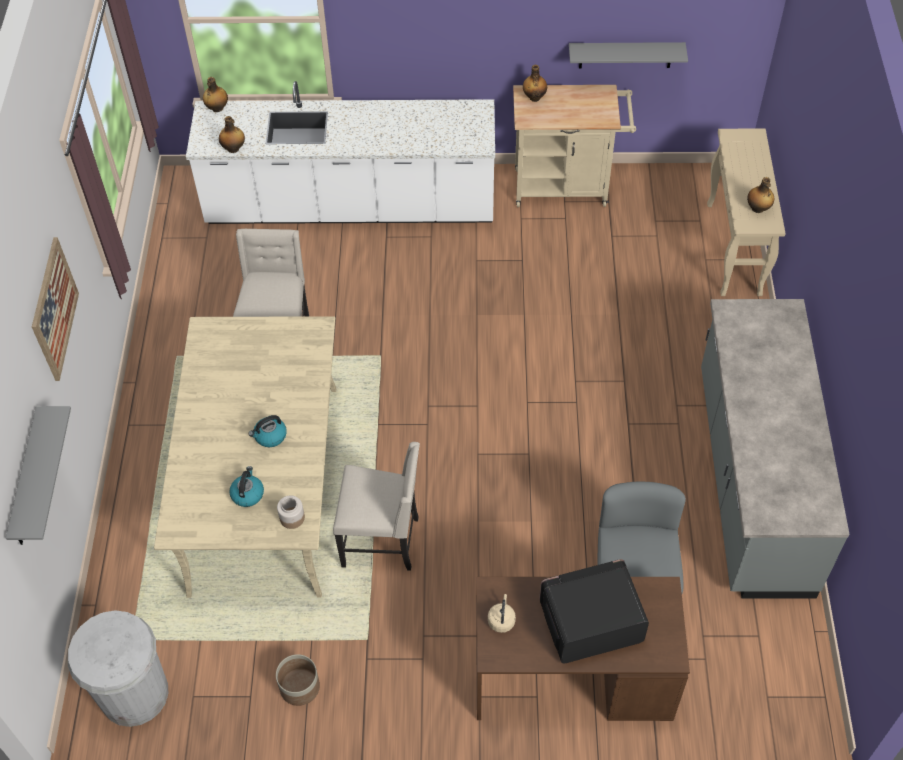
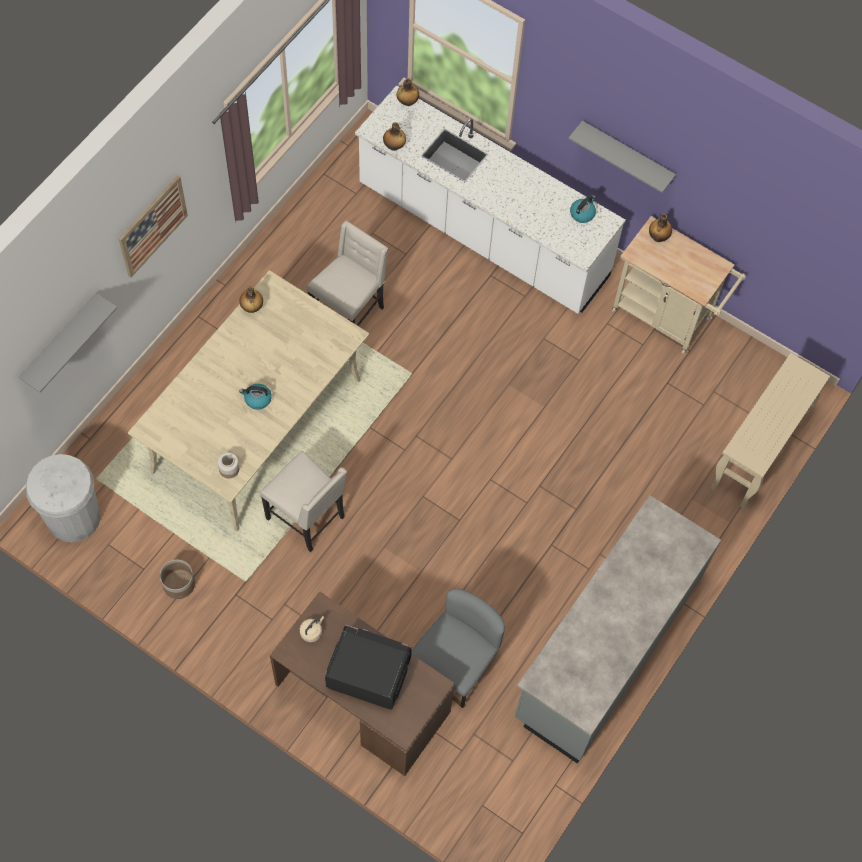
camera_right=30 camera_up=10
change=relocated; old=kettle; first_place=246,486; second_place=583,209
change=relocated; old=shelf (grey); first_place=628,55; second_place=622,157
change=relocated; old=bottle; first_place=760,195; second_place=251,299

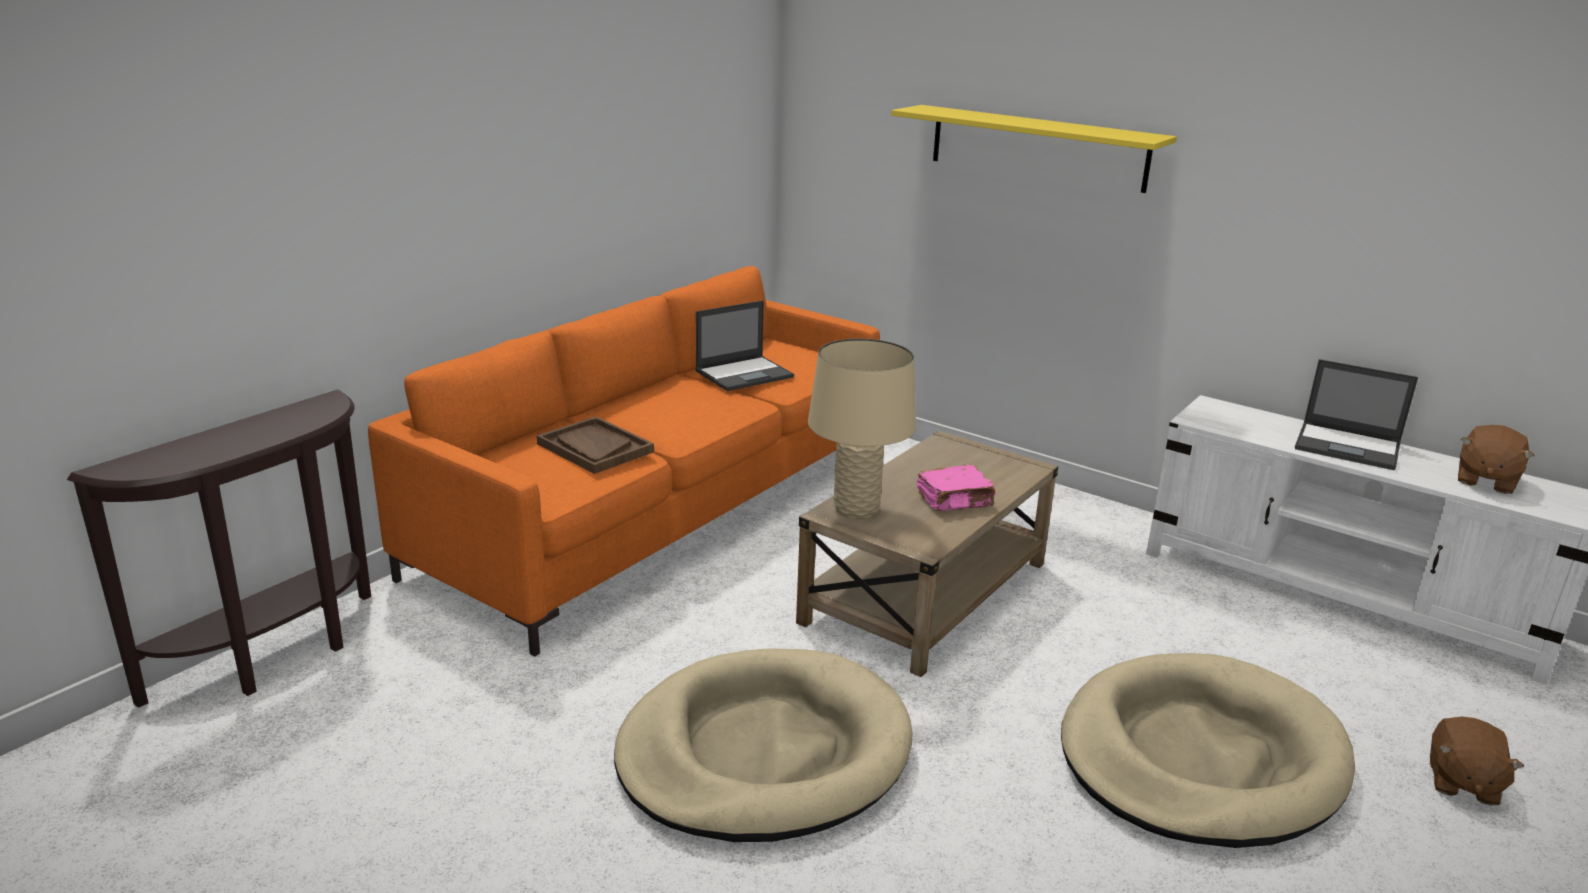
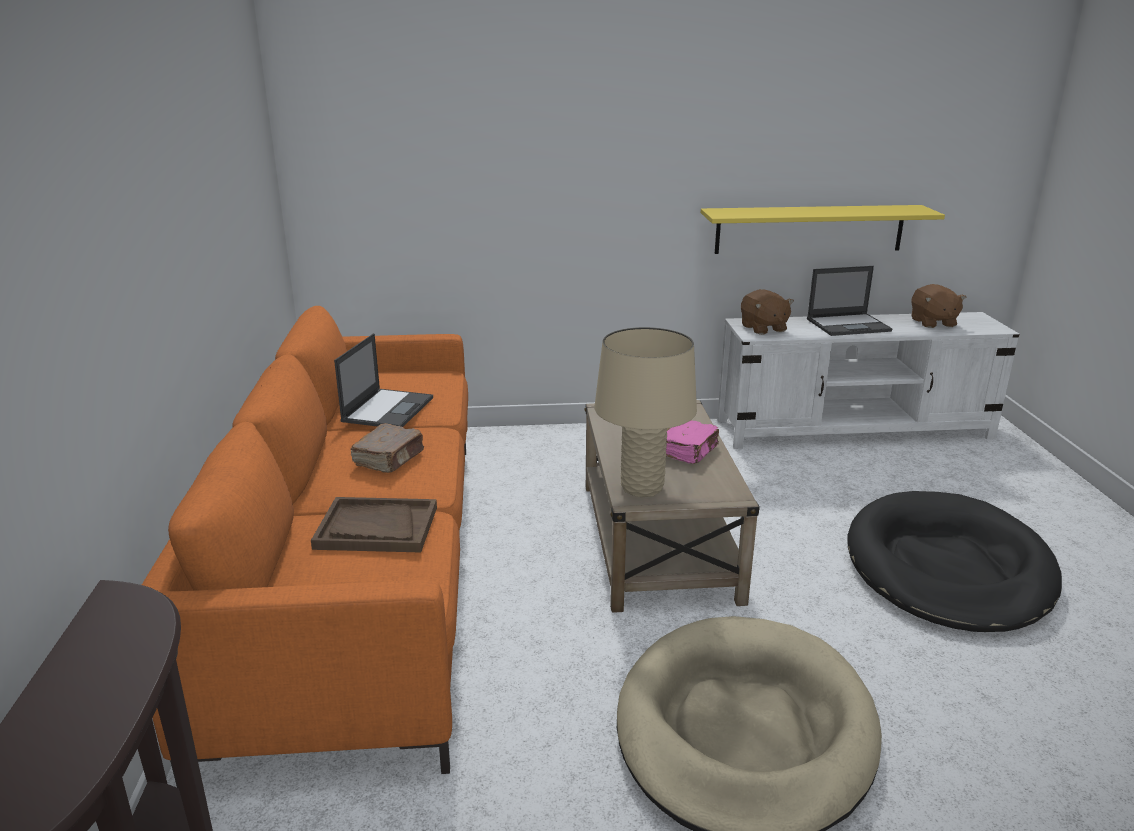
camera_right=-40 camera_up=0
change=appeared; new=book (brown); second_place=387,448
change=relocated; old=shelf (yellow); first_place=1034,149; second_place=823,229
change=relocated; old=plush toy (brown); first_place=1477,761; second_place=767,312
change=colour; old=dog bed (beige); new=dog bed (black); first_place=1208,750; second_place=954,561

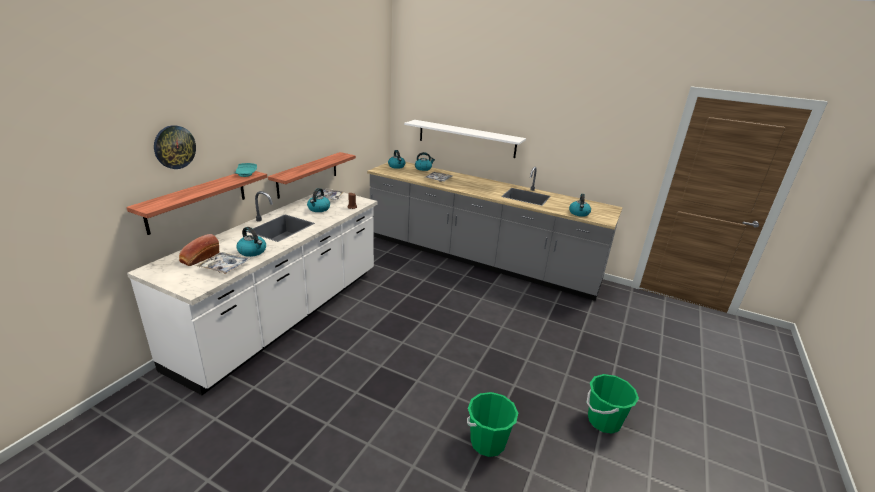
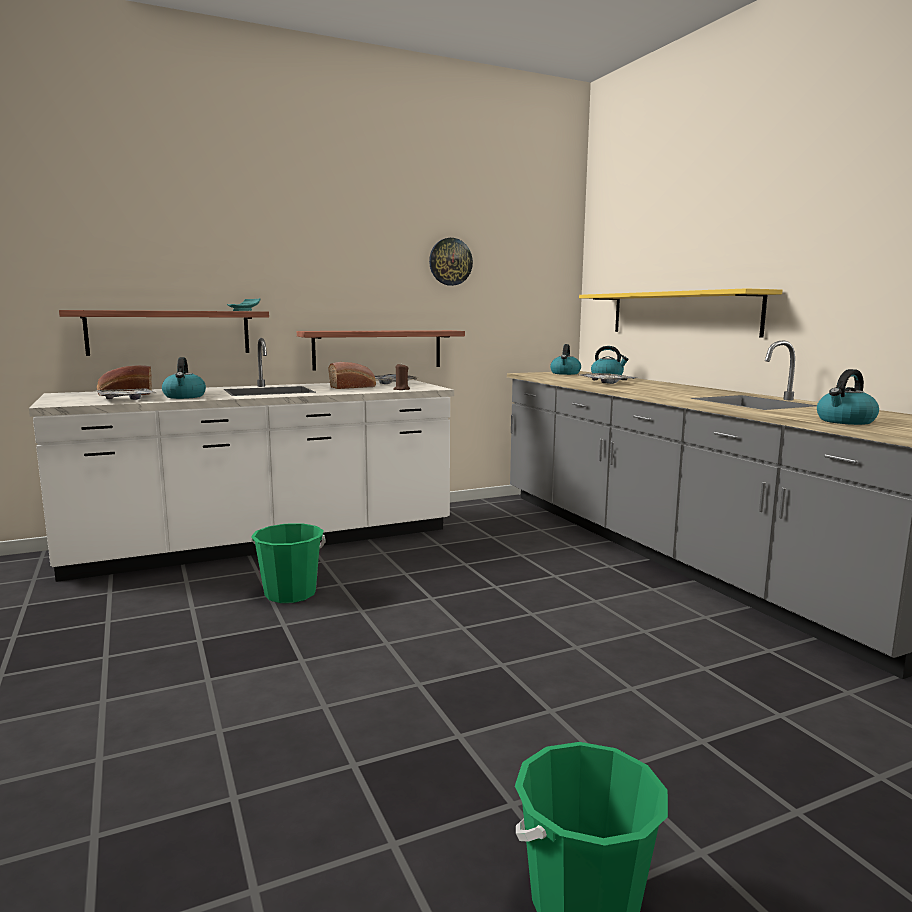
camera_right=40 camera_up=-15
change=relocated; old=wall clock; first_place=175,147; second_place=451,262
change=relocated; old=bucket (green); first_place=492,424; second_place=288,563
change=exchanged; old=kettle; new=bread; first_place=318,200; second_place=352,375
change=colour; old=shelf (white); new=shelf (yellow); first_place=465,139; second_place=681,313

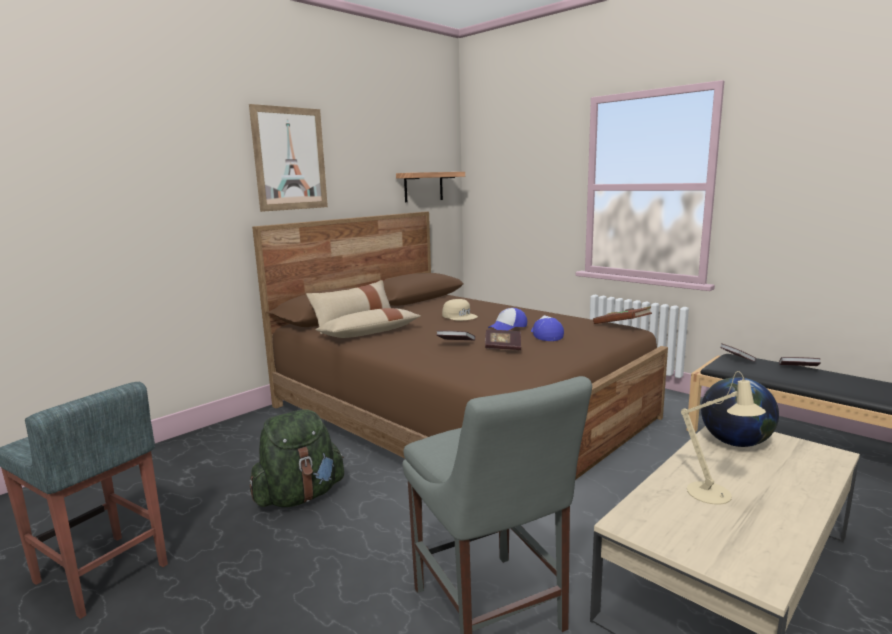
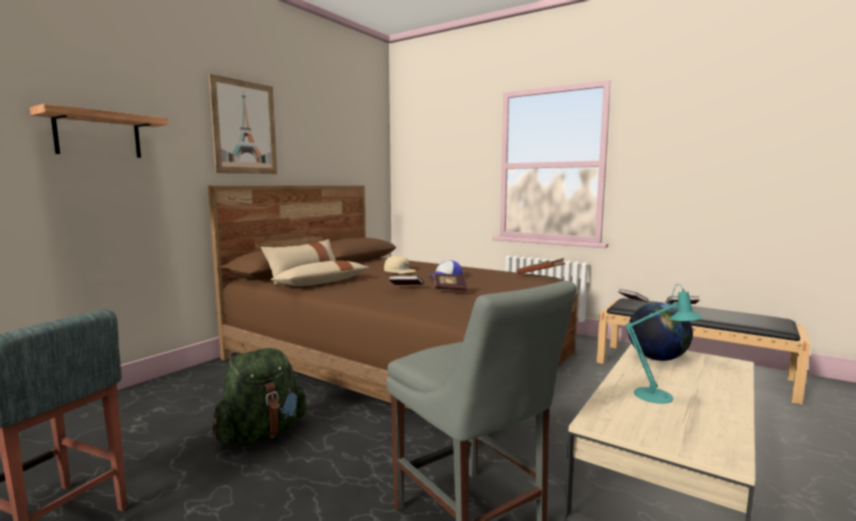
camera_right=-10 camera_up=-5
change=missing; old=cap; first_place=547,328
change=relocated; old=shelf; first_place=430,187; second_place=99,131
change=colour; old=table lamp (beige); new=table lamp (turquoise); first_place=723,438; second_place=664,344

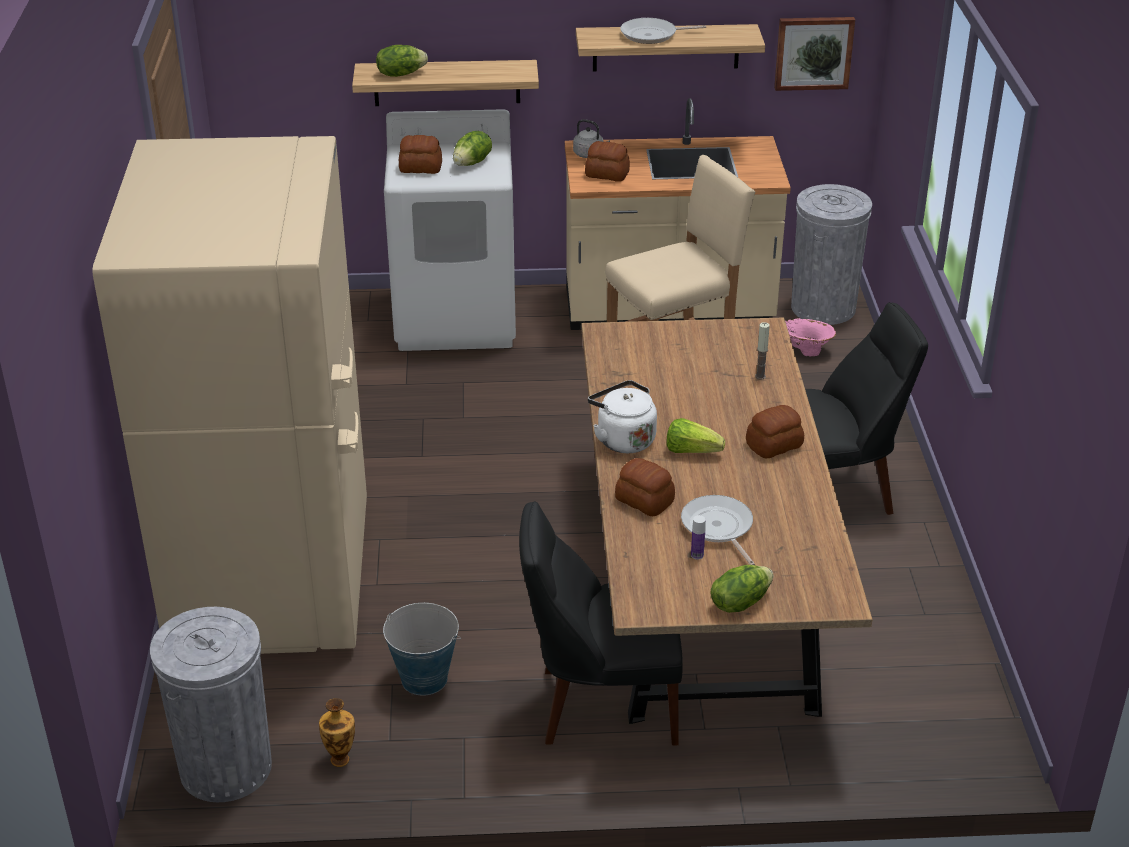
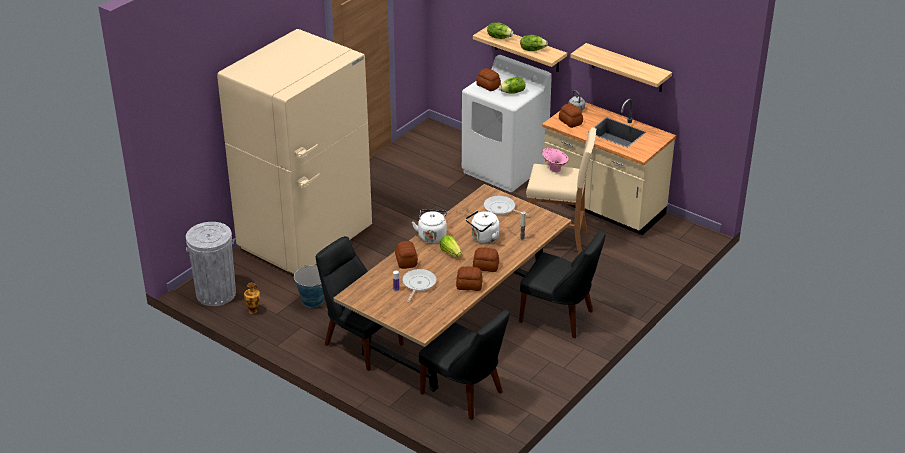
camera_right=40 camera_up=0
change=missing; old=picture; first_place=814,54
change=missing; old=trash can (grey); first_place=831,254
change=appeared; new=chair (black); second_place=464,364
change=appeared; new=bread; second_place=469,278
change=appeared; new=kettle (white); second_place=483,226
change=relocated; old=frying pan; first_place=663,31; second_place=507,206
change=relocated; old=lettuce; first_place=742,589; second_place=534,43
change=relocated; old=vase (pink); first_place=810,337; second_place=555,160

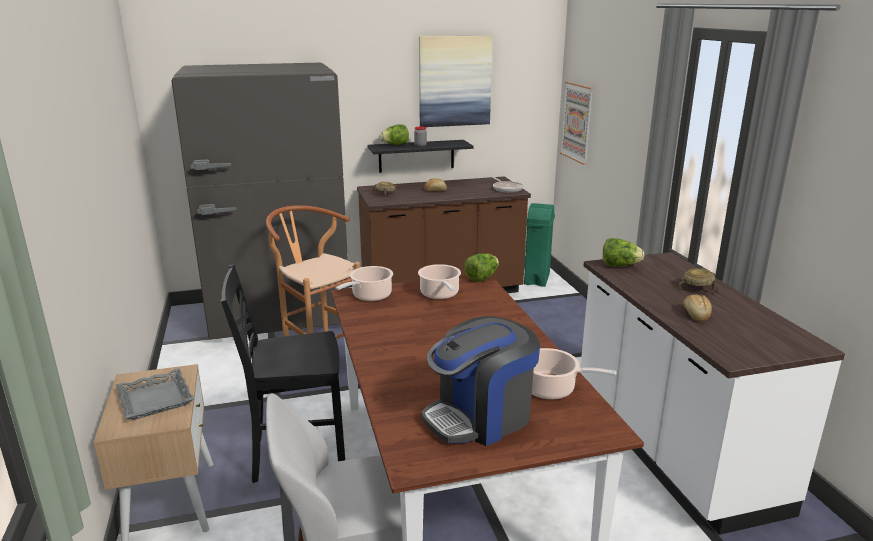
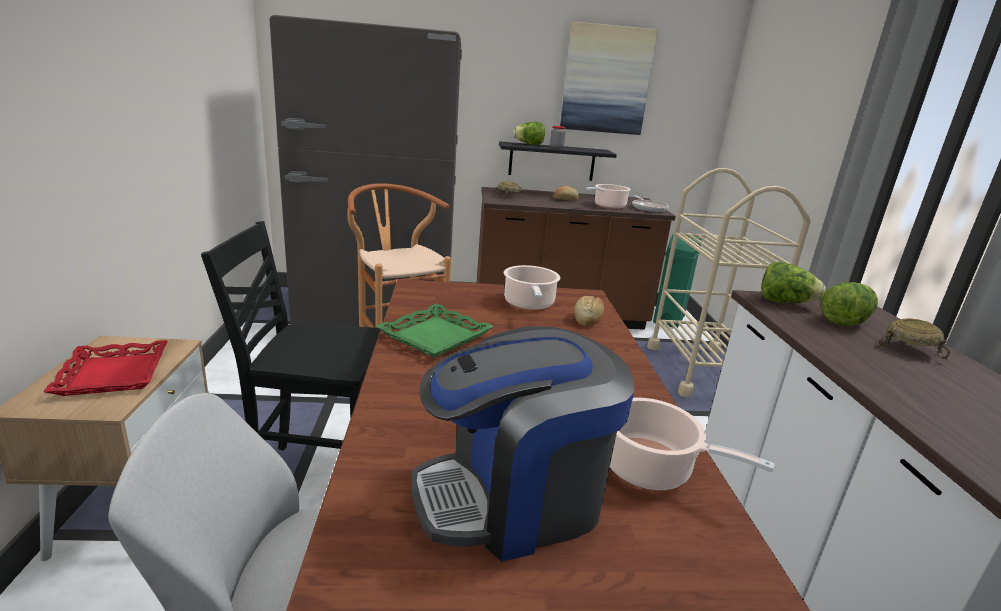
camera_right=10 camera_up=0
change=missing; old=picture; first_place=577,123
change=appeared; new=tray (green); second_place=435,331
change=appeared; new=cart (beige); second_place=729,282
change=relocated; old=cooking pot; first_place=364,283; second_place=608,196
change=relocated; old=lettuce; first_place=481,267; second_place=849,304
change=relocated; old=bread; first_place=697,308; second_place=589,311
change=colour; old=tray (grey); new=tray (red); first_place=155,394; second_place=105,368

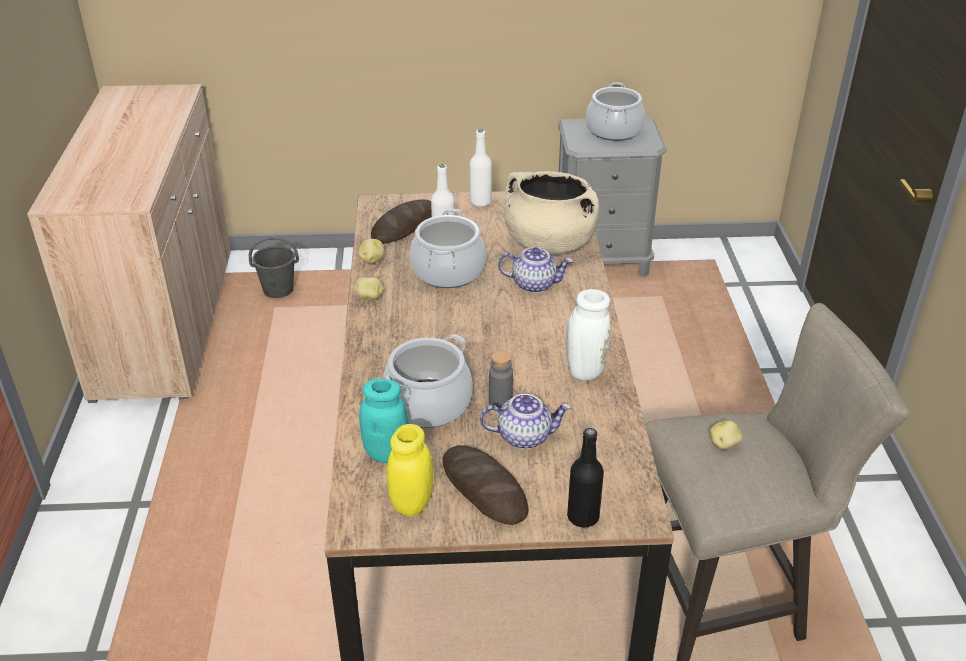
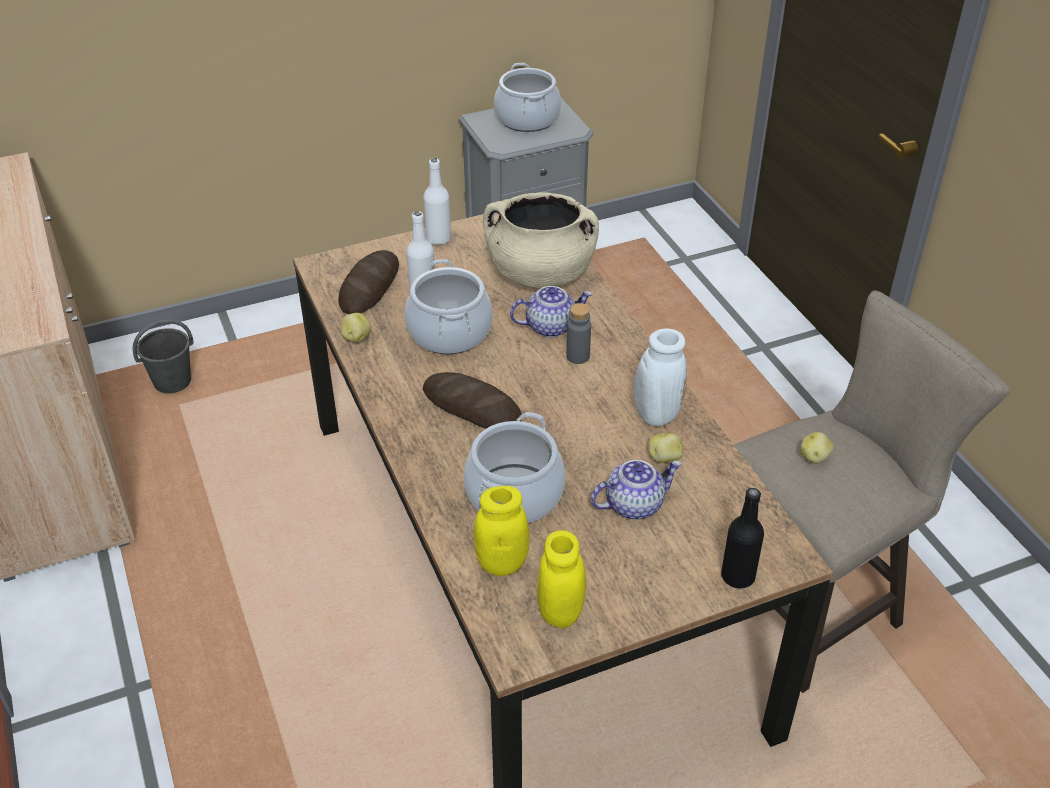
camera_right=-20 camera_up=5
change=relocated; old=potato; first_place=369,288; second_place=665,448
change=relocated; old=bread; first_place=485,485; second_place=473,400
change=relocated; old=bottle (grey); first_place=501,380; second_place=578,333
change=colour; old=jar (turquoise); new=jar (yellow); first_place=384,421; second_place=501,531

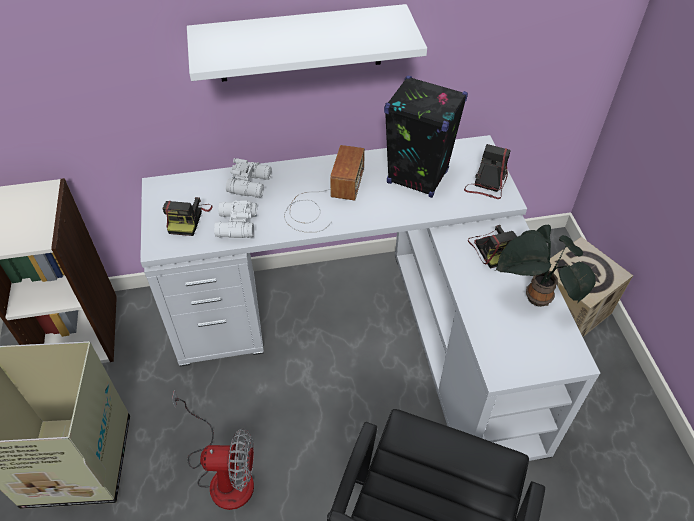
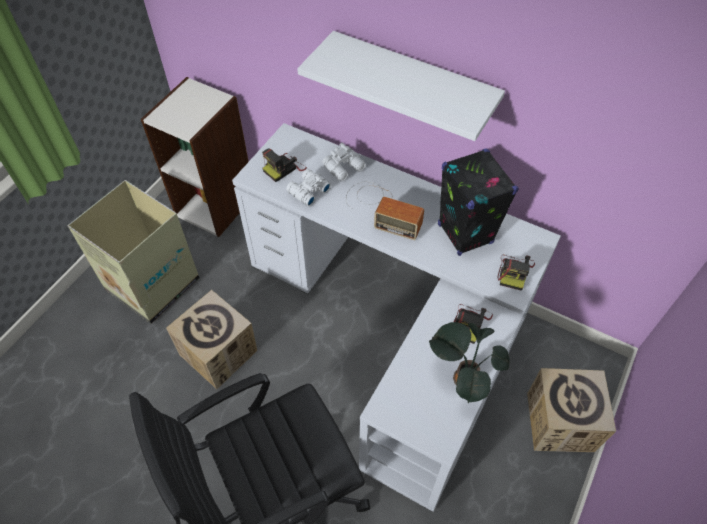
camera_right=40 camera_up=5
change=exchanged; old=fan; new=cardboard box; first_place=213,450; second_place=211,339
change=spun; old=radio; first_place=324,189; second_place=385,210; degrees=60
change=spun; old=photo camera; first_place=487,171; second_place=516,273; degrees=135

